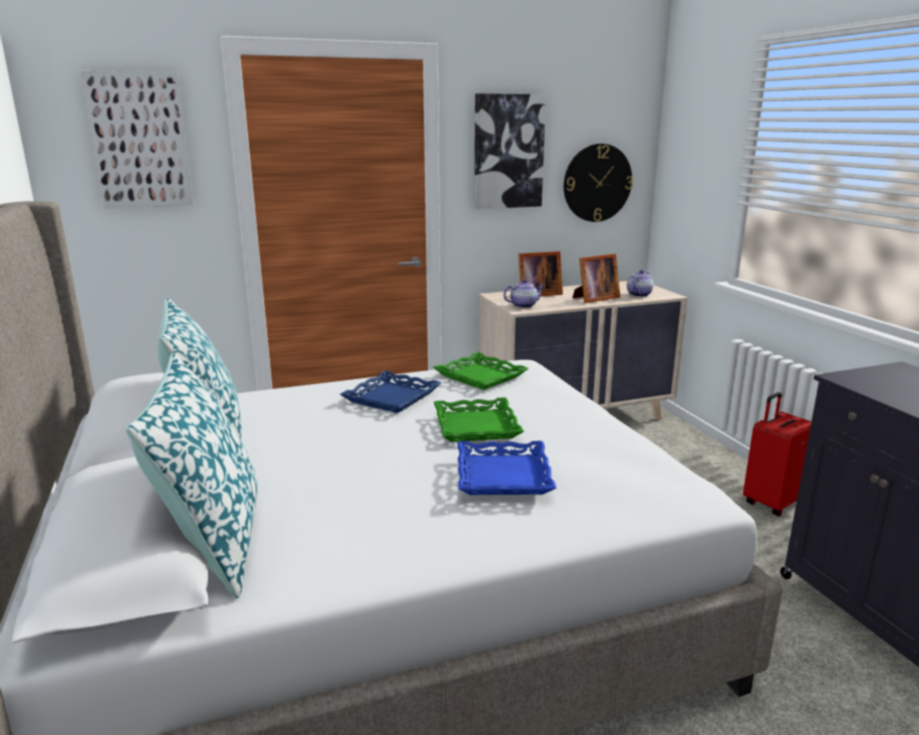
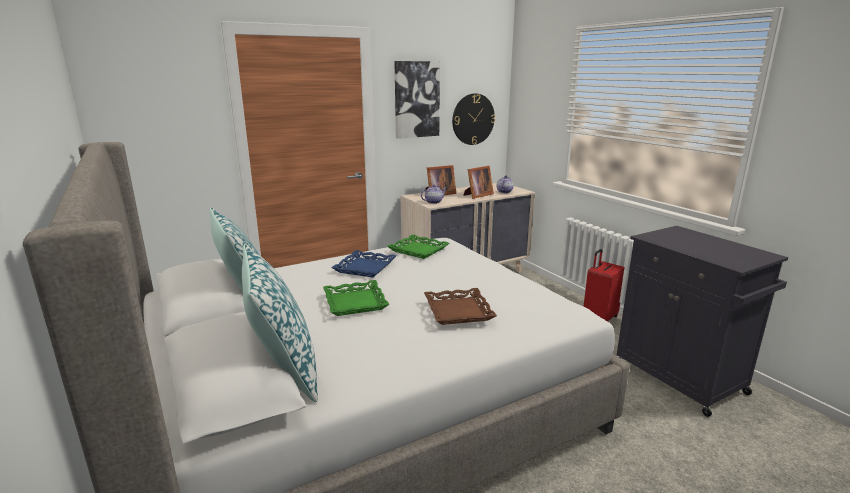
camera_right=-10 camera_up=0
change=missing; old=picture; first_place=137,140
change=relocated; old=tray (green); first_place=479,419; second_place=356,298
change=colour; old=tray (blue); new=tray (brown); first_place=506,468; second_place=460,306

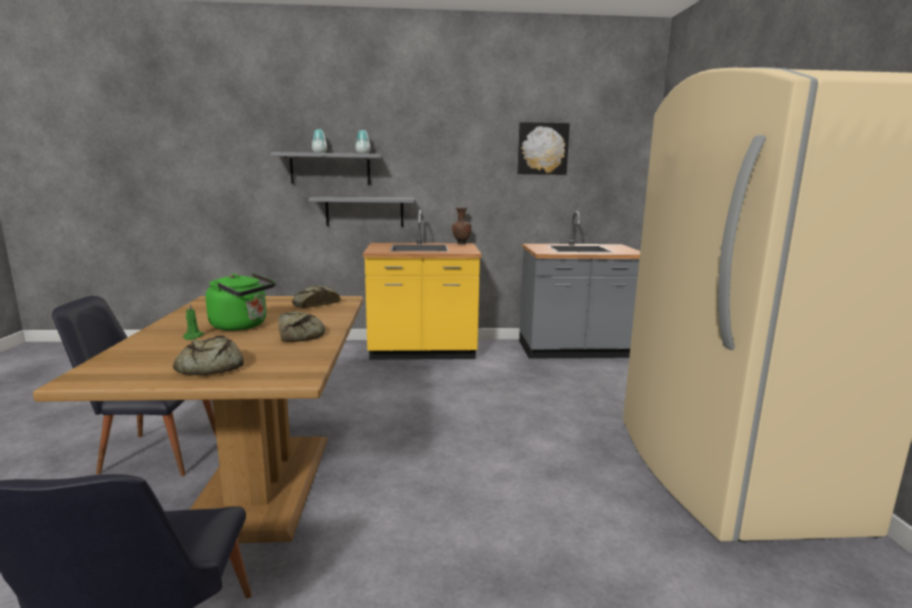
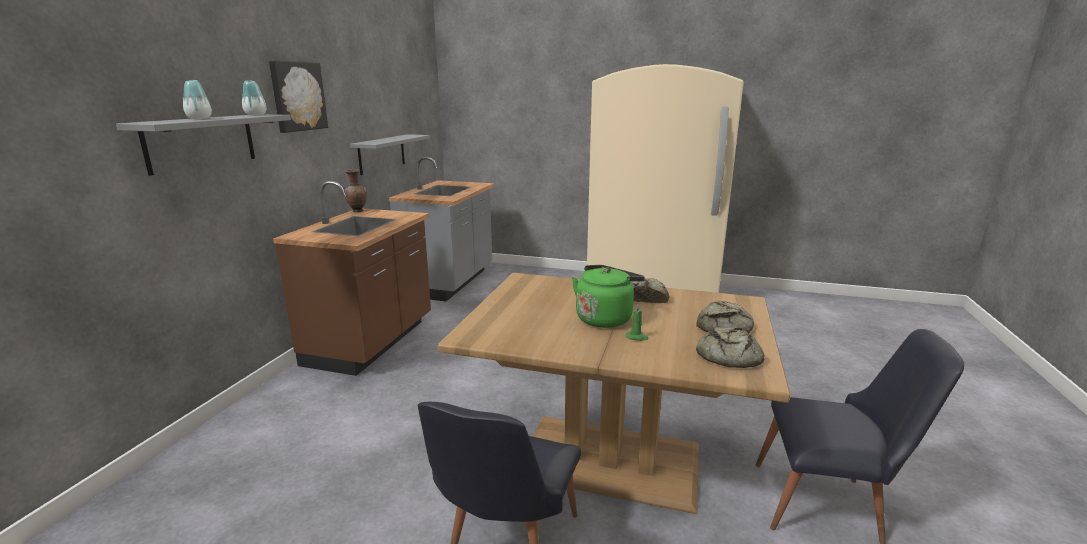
camera_right=-70 camera_up=5
change=relocated; old=bread; first_place=316,296; second_place=730,348
change=relocated; old=shelf (grey); first_place=361,211; second_place=390,154
change=relocated; old=picture; first_place=543,148; second_place=298,96
change=colour; old=counter (yellow); new=counter (brown); first_place=422,285; second_place=352,278

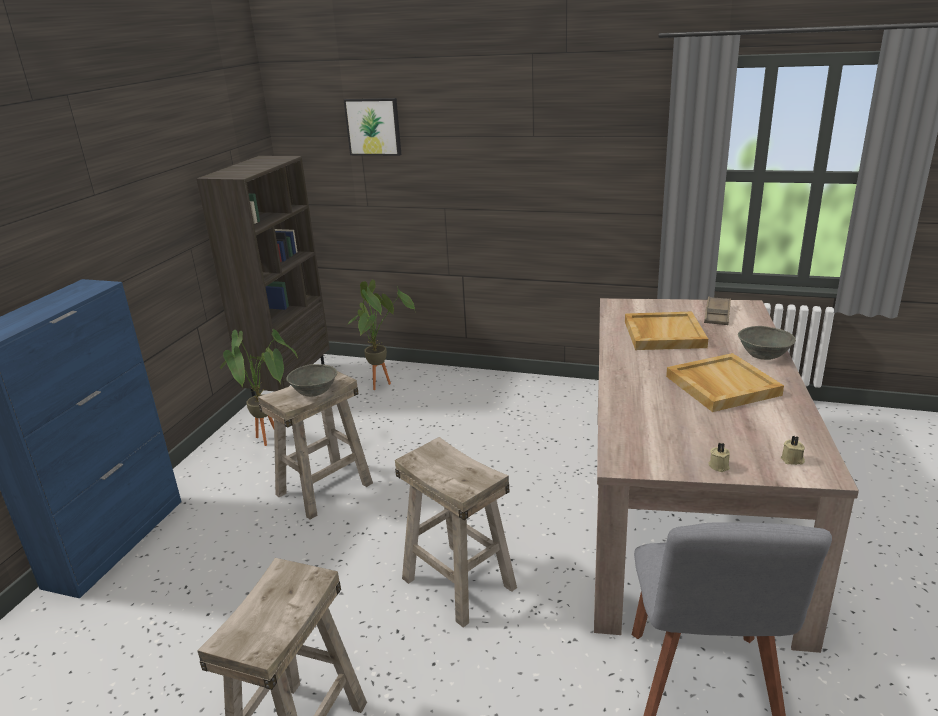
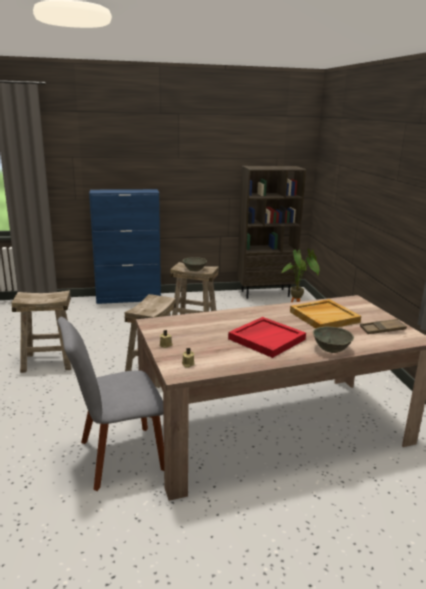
camera_right=60 camera_up=-5
change=missing; old=potted plant; first_place=259,387
change=missing; old=picture; first_place=372,127
change=colour; old=tray (beige); new=tray (red); first_place=725,382; second_place=267,337

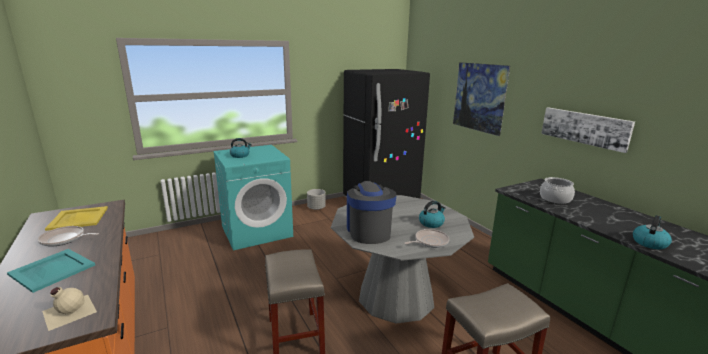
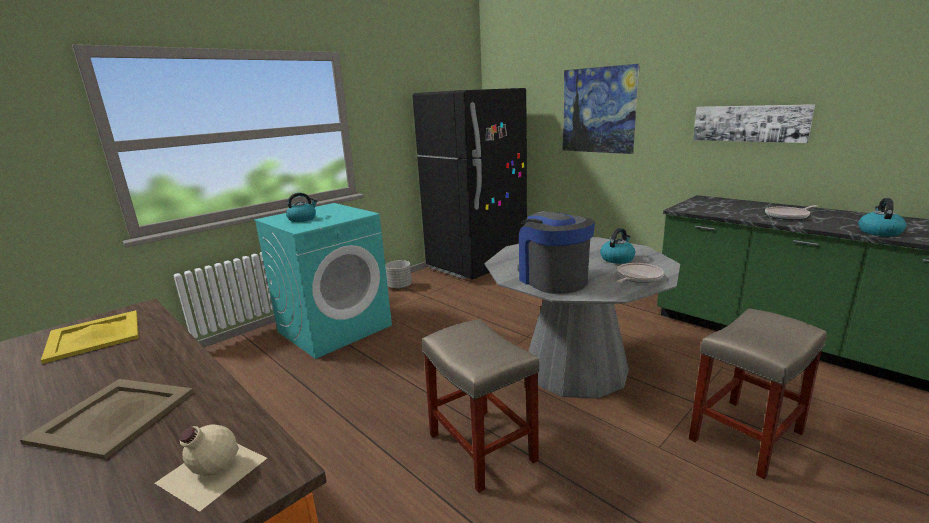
camera_right=-15 camera_up=0
change=missing; old=cooking pot; first_place=557,190
change=relocated; old=frying pan; first_place=68,236; second_place=791,212
change=colour; old=tray (turquoise); new=tray (beige); first_place=51,271; second_place=107,419

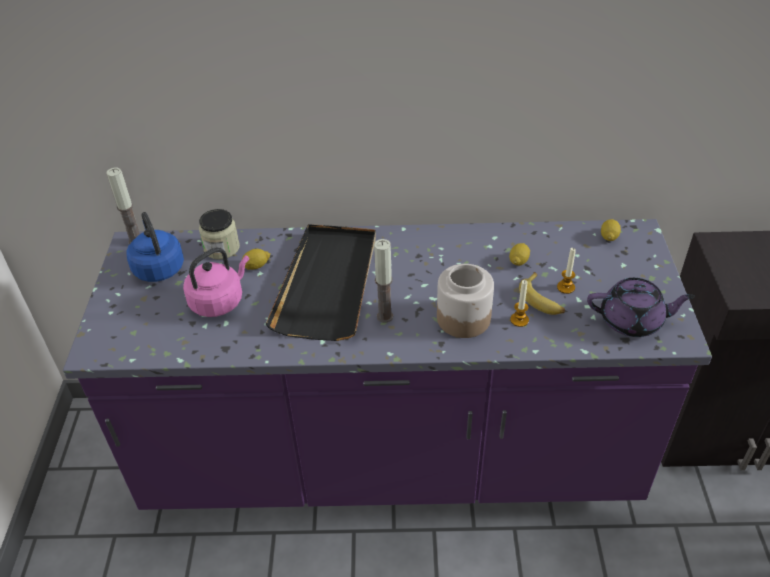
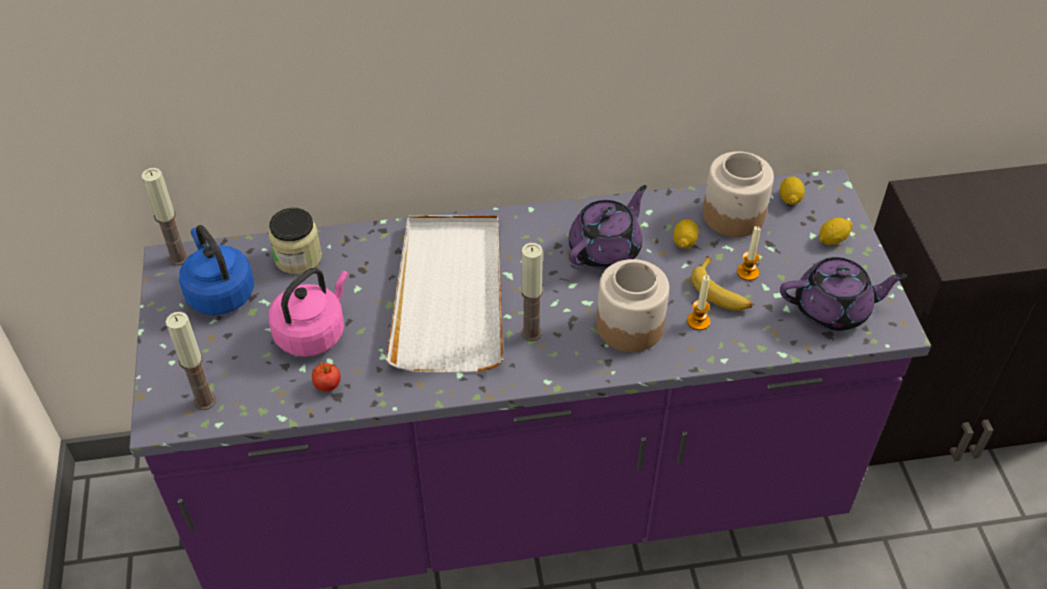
camera_right=-10 camera_up=5
change=appeared; new=candle; second_place=191,361
change=appeared; new=tomato; second_place=326,376
change=appeared; new=teapot (purple); second_place=608,227
change=appeared; new=jar; second_place=738,194
change=relocated; old=lemon; first_place=254,259; second_place=836,231
change=colour; old=tray (black); new=tray (white); first_place=321,282; second_place=444,294

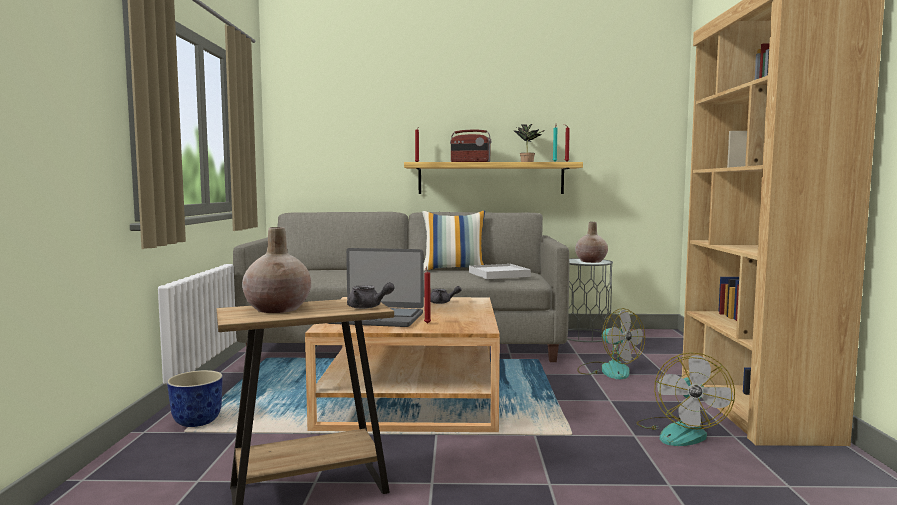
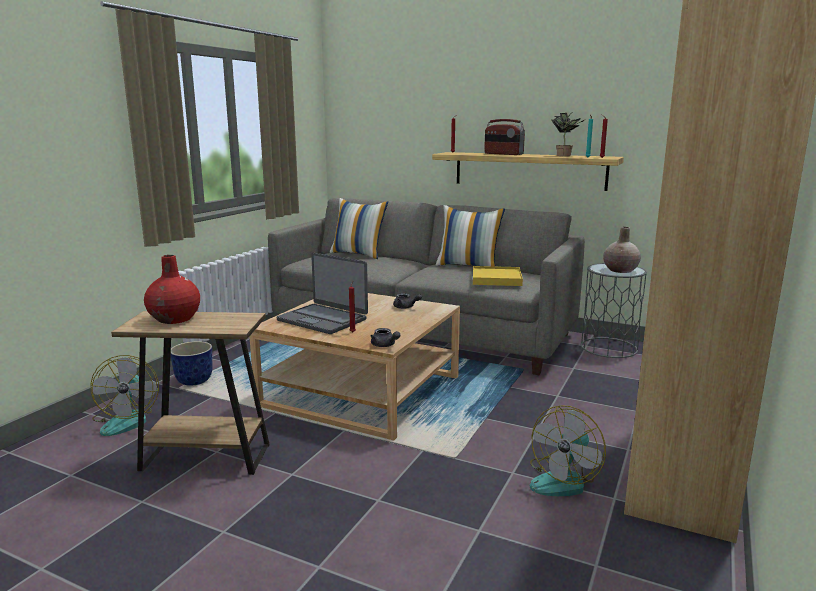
camera_right=25 camera_up=10
change=appeared; new=pillow; second_place=359,228
change=relocated; old=teapot (grey); first_place=371,295; second_place=385,337
change=relocated; old=fan; first_place=611,343; second_place=124,395
change=colour; old=vase (beige); new=vase (red); first_place=276,270; second_place=172,289
change=colour; old=tray (white); new=tray (yellow); first_place=500,271; second_place=498,276

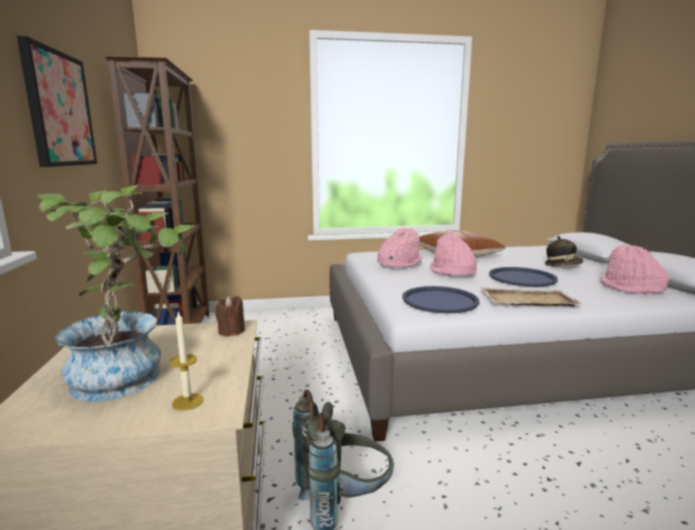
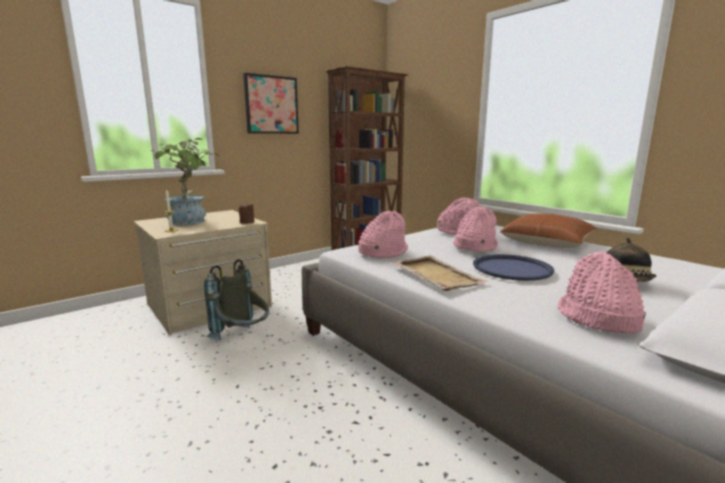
camera_right=60 camera_up=0
change=exchanged; old=tray (blue); new=hat (pink); first_place=440,299; second_place=383,234

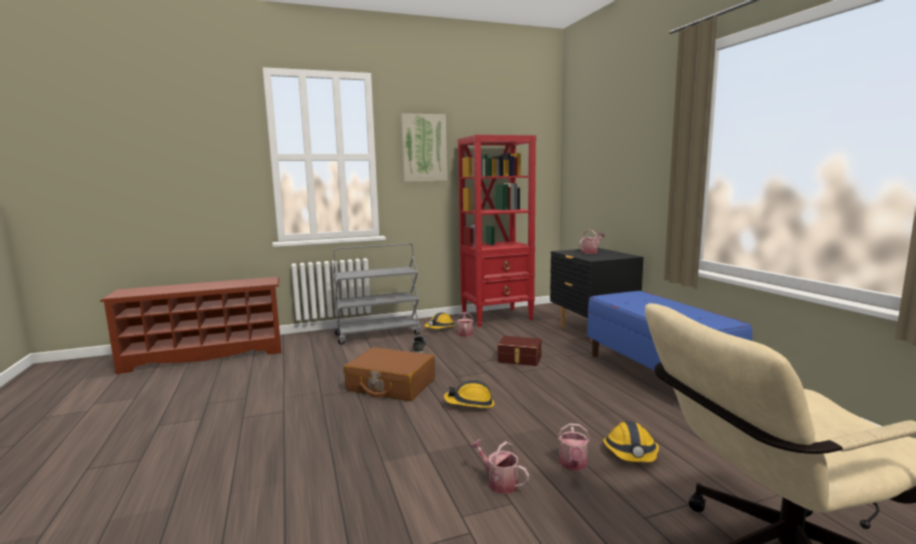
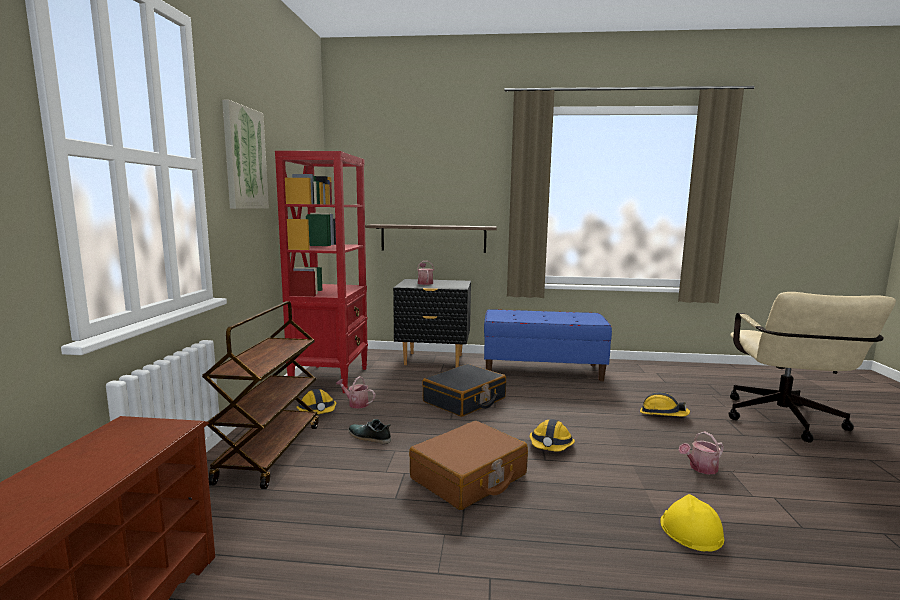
camera_right=-65 camera_up=0
change=missing; old=watering can; first_place=574,447
change=appeared; new=shelf; second_place=431,238
change=appeared; new=hard hat (yellow); second_place=692,522
change=exchanged; old=storage box (brown); new=suitcase (black); first_place=519,351; second_place=464,390
change=colour; old=cart (grey); new=cart (brown); first_place=377,293; second_place=260,395

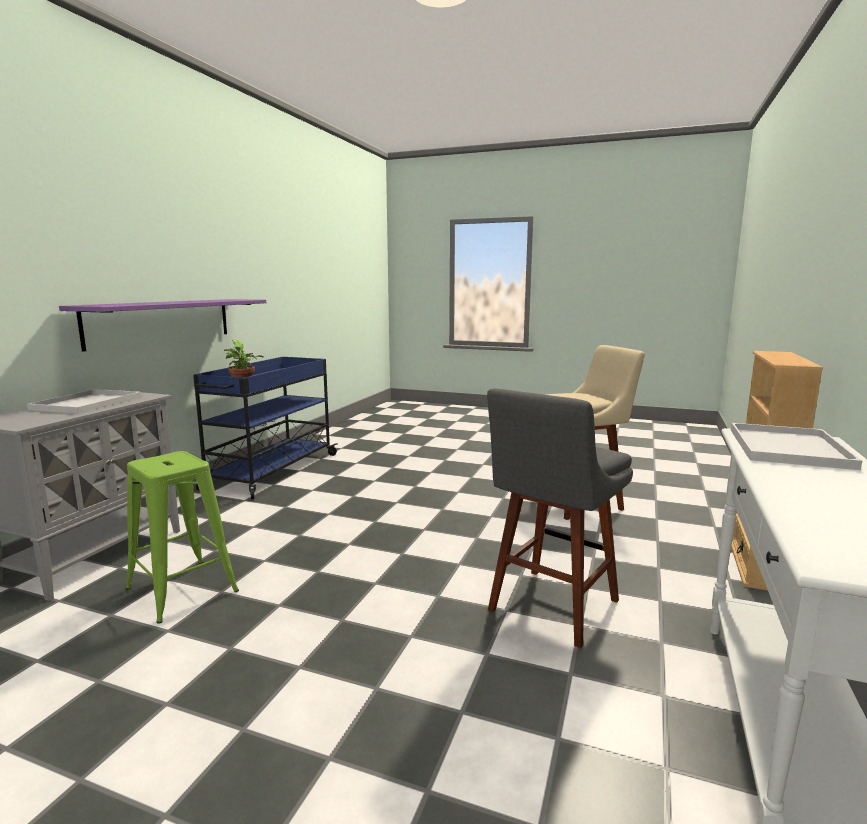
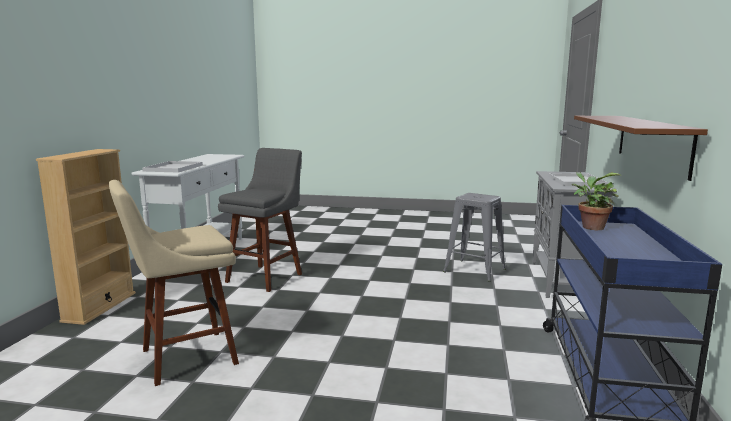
camera_right=170 camera_up=0
change=colour; old=shelf (purple); new=shelf (brown); first_place=162,325; second_place=641,148
change=colour; old=stool (green); new=stool (grey); first_place=182,537; second_place=474,237

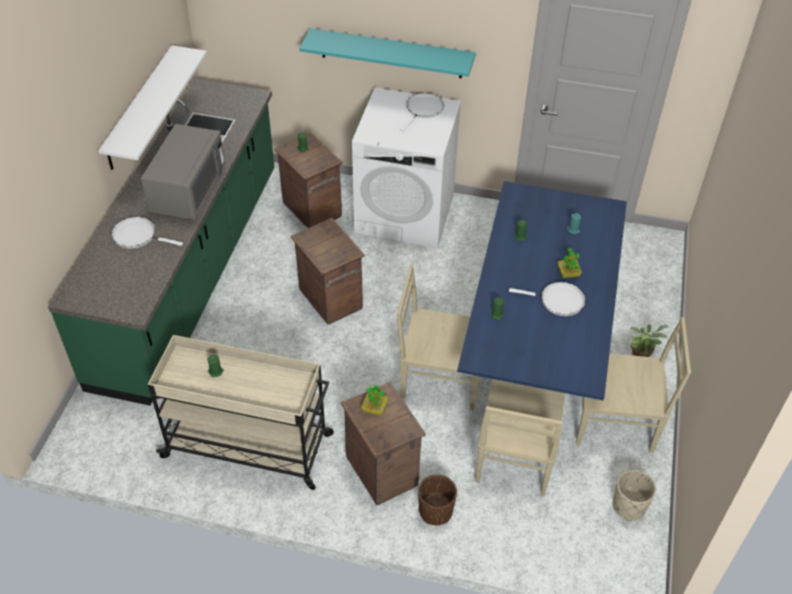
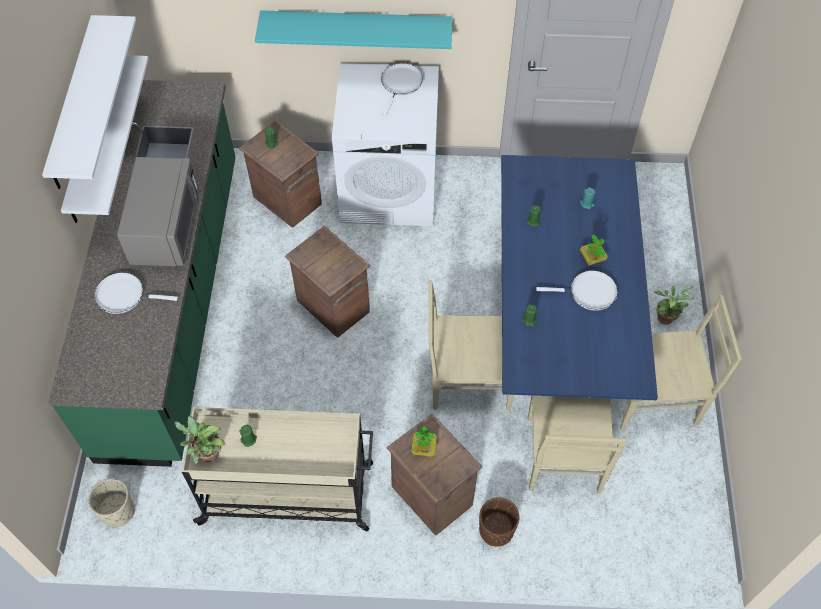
camera_right=-10 camera_up=10
change=appeared; new=shelf (white); second_place=89,102
change=appeared; new=potted plant; second_place=200,440
change=relocated; old=planter (beige); first_place=634,495; second_place=111,503

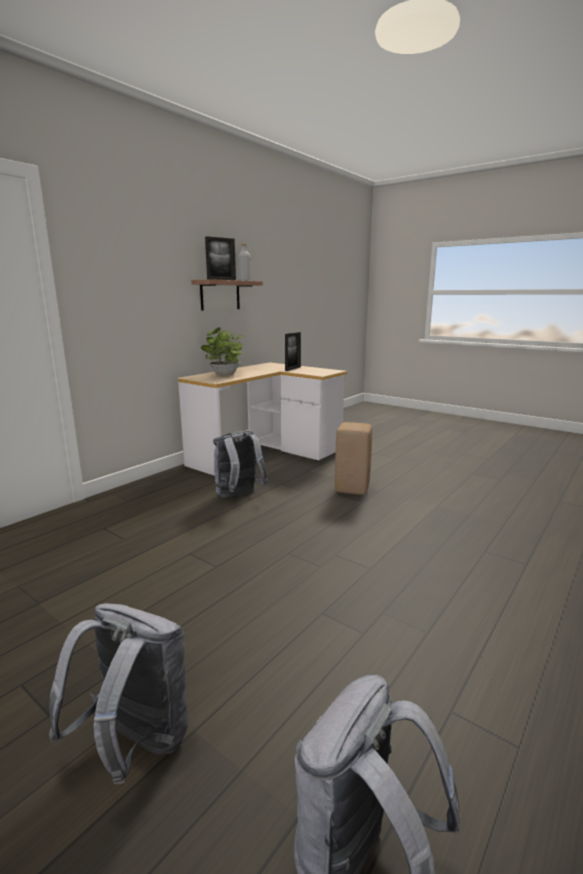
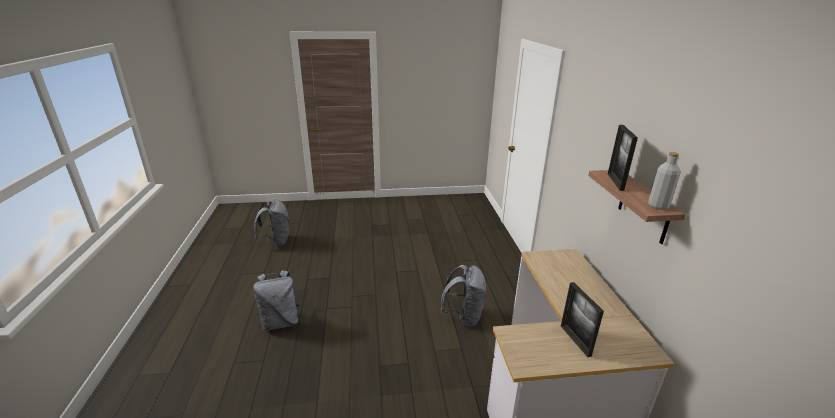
camera_right=135 camera_up=10
change=missing; old=potted plant; first_place=222,351
change=missing; old=stool (beige); first_place=353,458
change=relocated; old=backpack (grey); first_place=119,693; second_place=276,300

